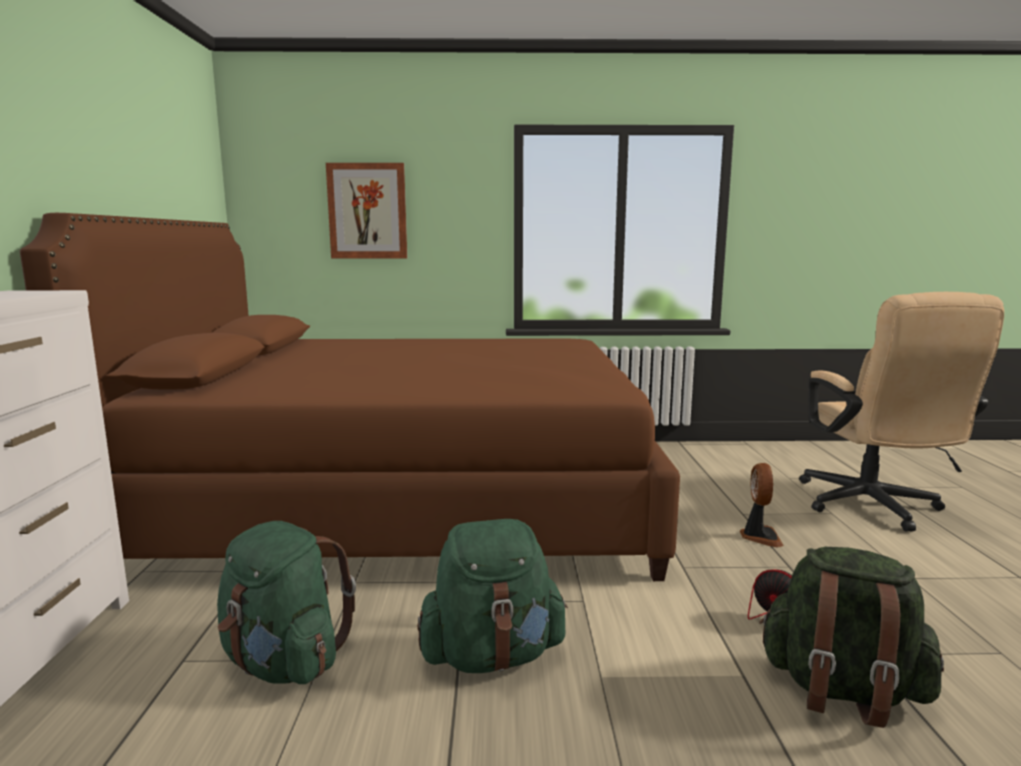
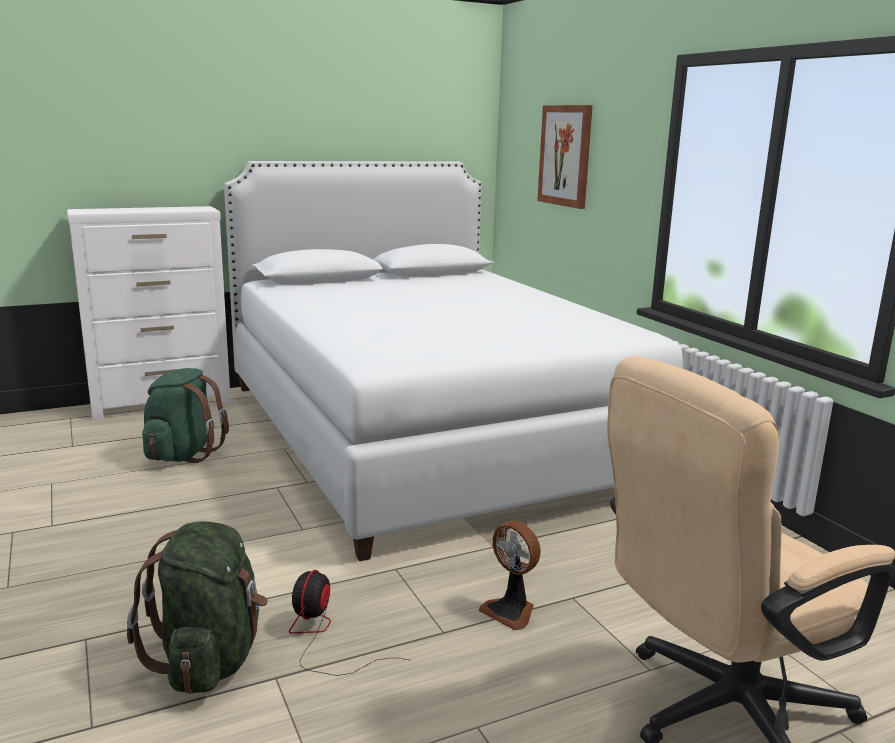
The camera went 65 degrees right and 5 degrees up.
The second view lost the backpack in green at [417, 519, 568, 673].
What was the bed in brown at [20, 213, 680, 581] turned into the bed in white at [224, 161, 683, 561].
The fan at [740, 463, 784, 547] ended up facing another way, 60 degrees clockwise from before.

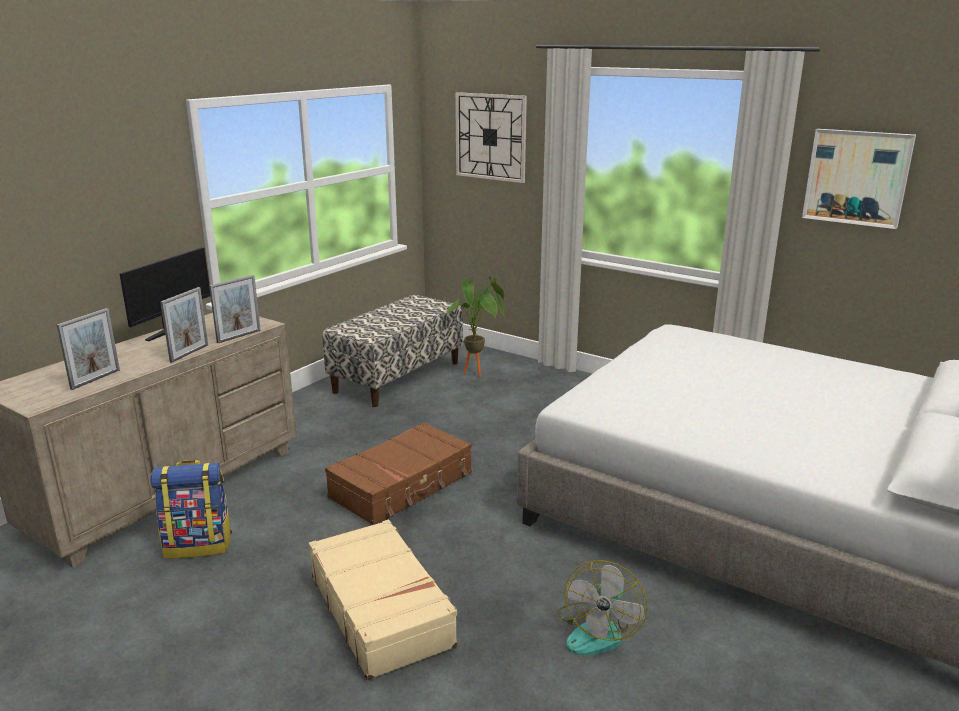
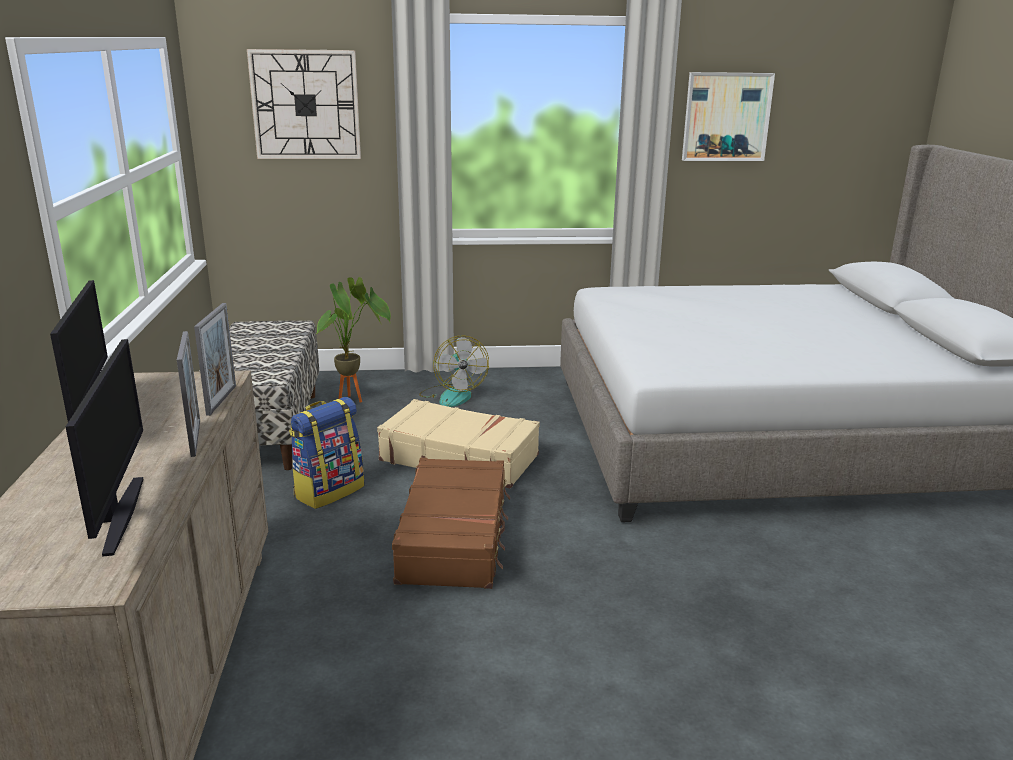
The camera went 40 degrees left and 0 degrees up.
The backpack ended up elsewhere, having gone from [150, 460, 232, 558] to [289, 397, 364, 509].
The suitcase in beige ended up elsewhere, having gone from [309, 520, 457, 681] to [377, 399, 540, 488].
The fan ended up elsewhere, having gone from [558, 560, 648, 655] to [419, 335, 489, 407].
Where the picture frame stood at [57, 308, 120, 390], the monitor came to stand at [66, 339, 144, 557].

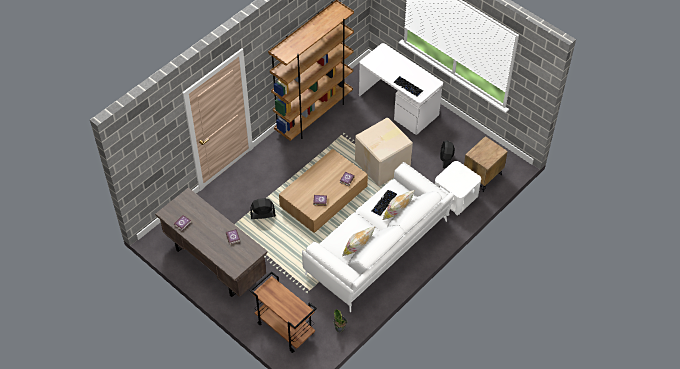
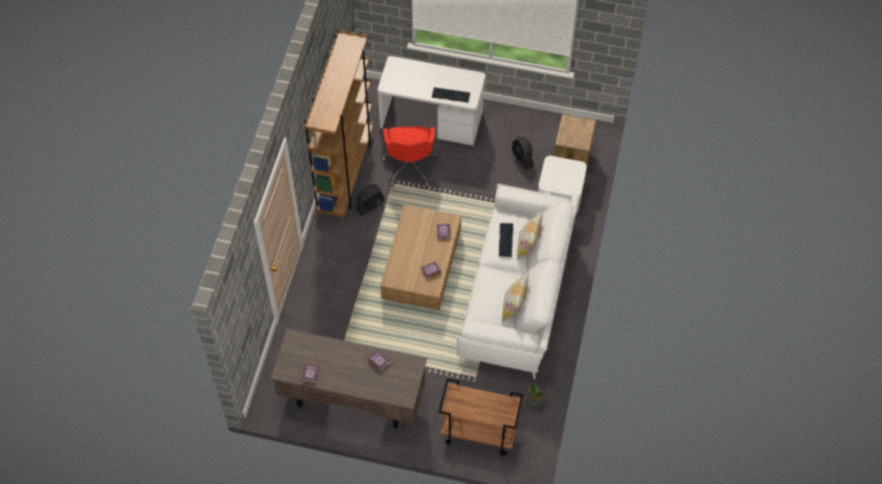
The camera went 30 degrees left and 5 degrees up.
The second view lost the cardboard box at [355, 118, 413, 186].
The second view gained the office chair in red at [382, 126, 438, 186].
The fan in black ended up elsewhere, having gone from [250, 198, 276, 219] to [356, 184, 385, 216].

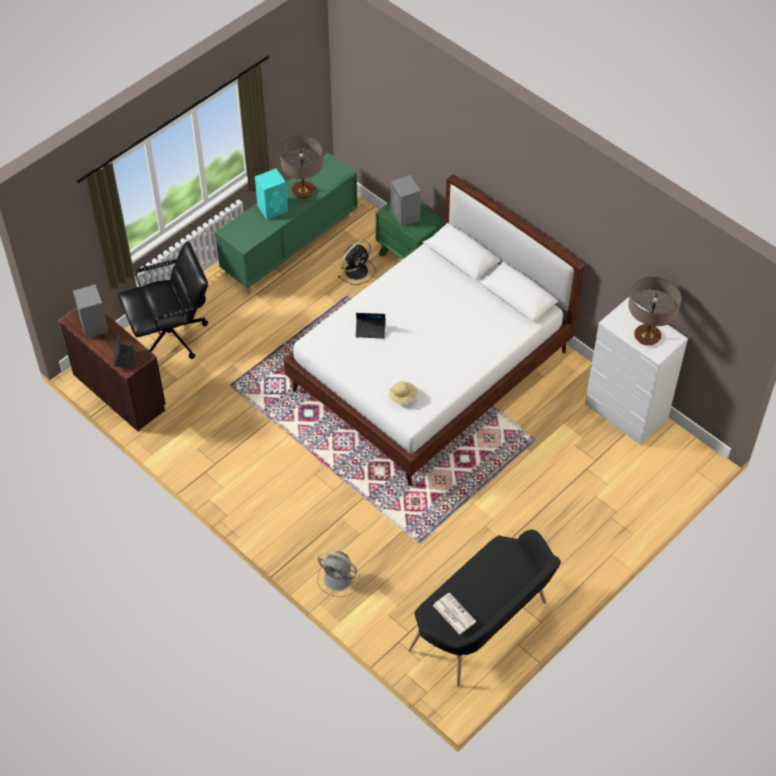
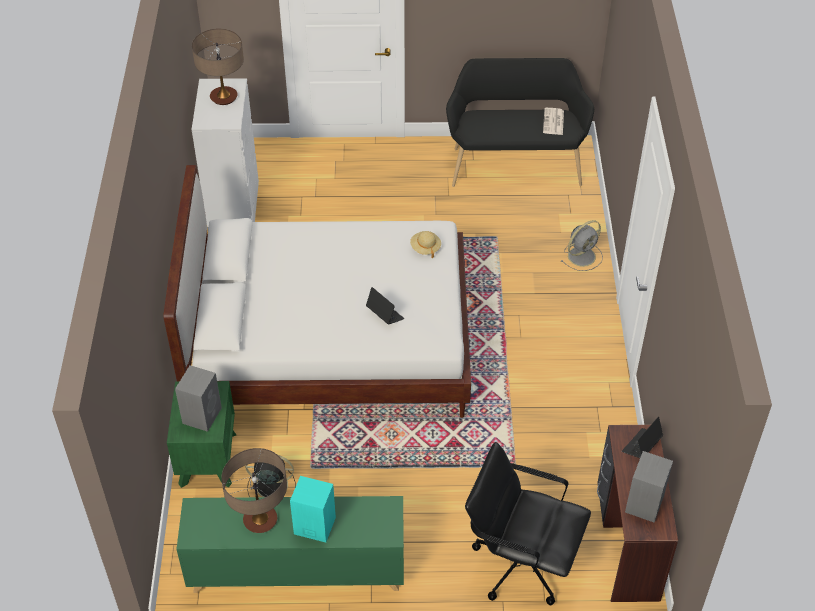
The camera went 135 degrees left and 5 degrees down.
The fan in grey at [317, 551, 360, 597] ended up facing another way, 75 degrees clockwise from before.

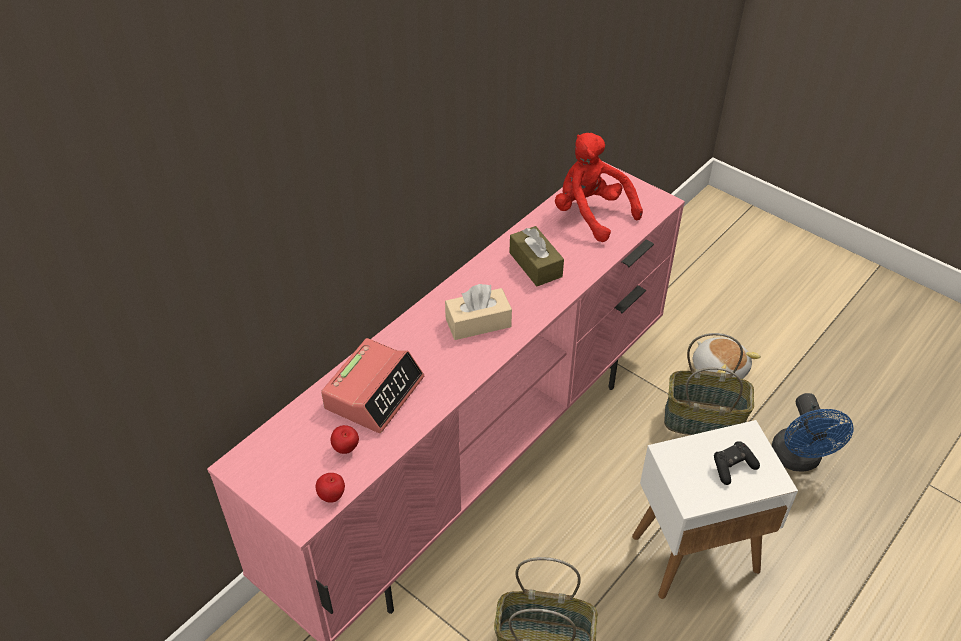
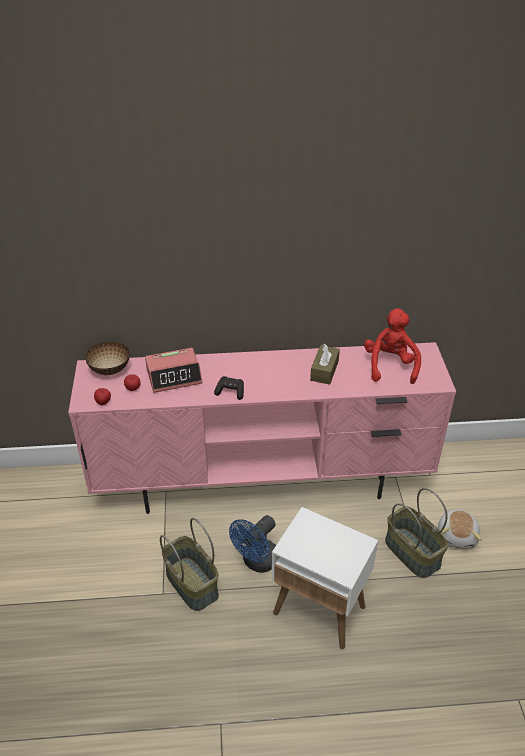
The camera went 45 degrees right and 5 degrees down.
The second view lost the tissue box in beige at [445, 284, 512, 340].
The second view gained the bowl at [85, 342, 130, 375].
The game controller in black ended up elsewhere, having gone from [714, 441, 760, 485] to [214, 376, 244, 400].
The fan in blue ended up elsewhere, having gone from [772, 393, 854, 472] to [229, 515, 276, 573].

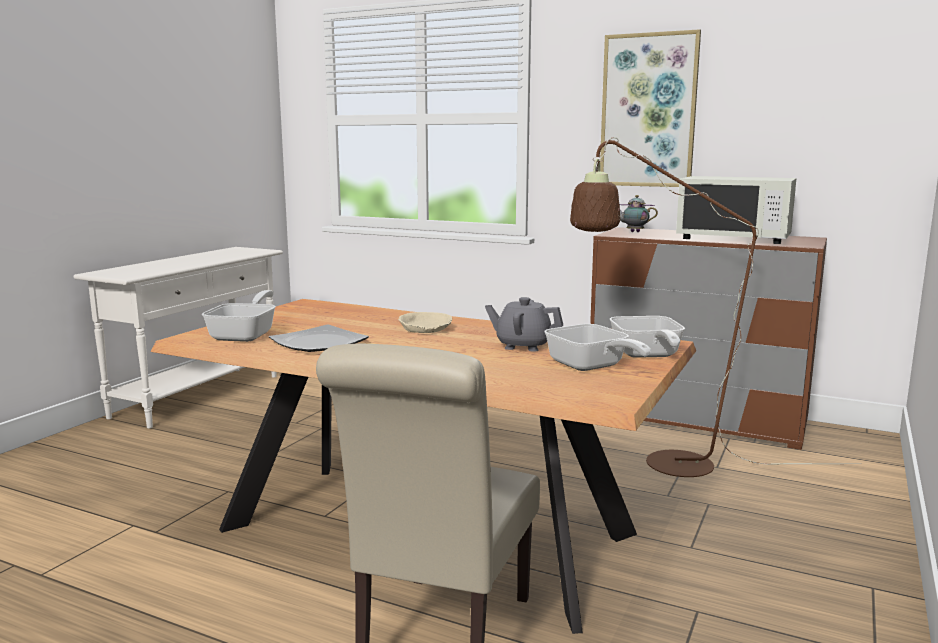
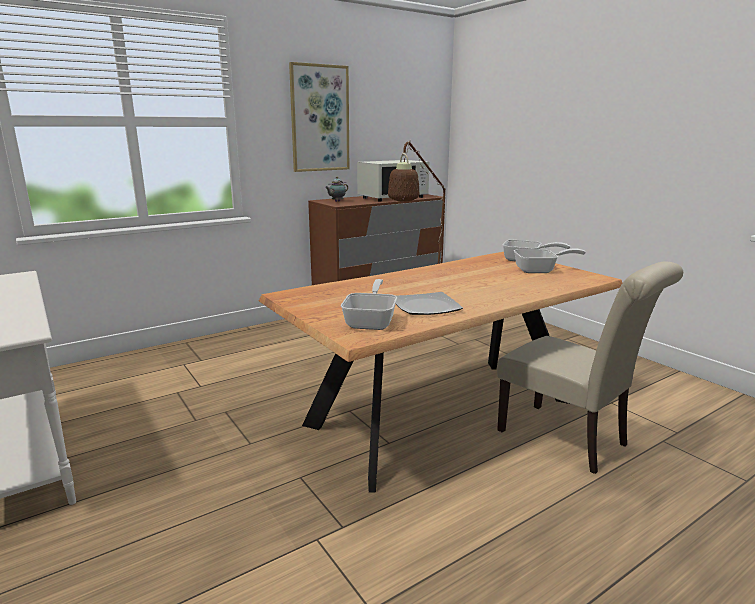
The camera went 60 degrees left and 5 degrees up.
The second view lost the bowl in beige at [398, 312, 452, 333].
The second view lost the teapot in grey at [485, 297, 563, 352].
The frying pan at [202, 290, 276, 342] ended up facing another way, 60 degrees clockwise from before.

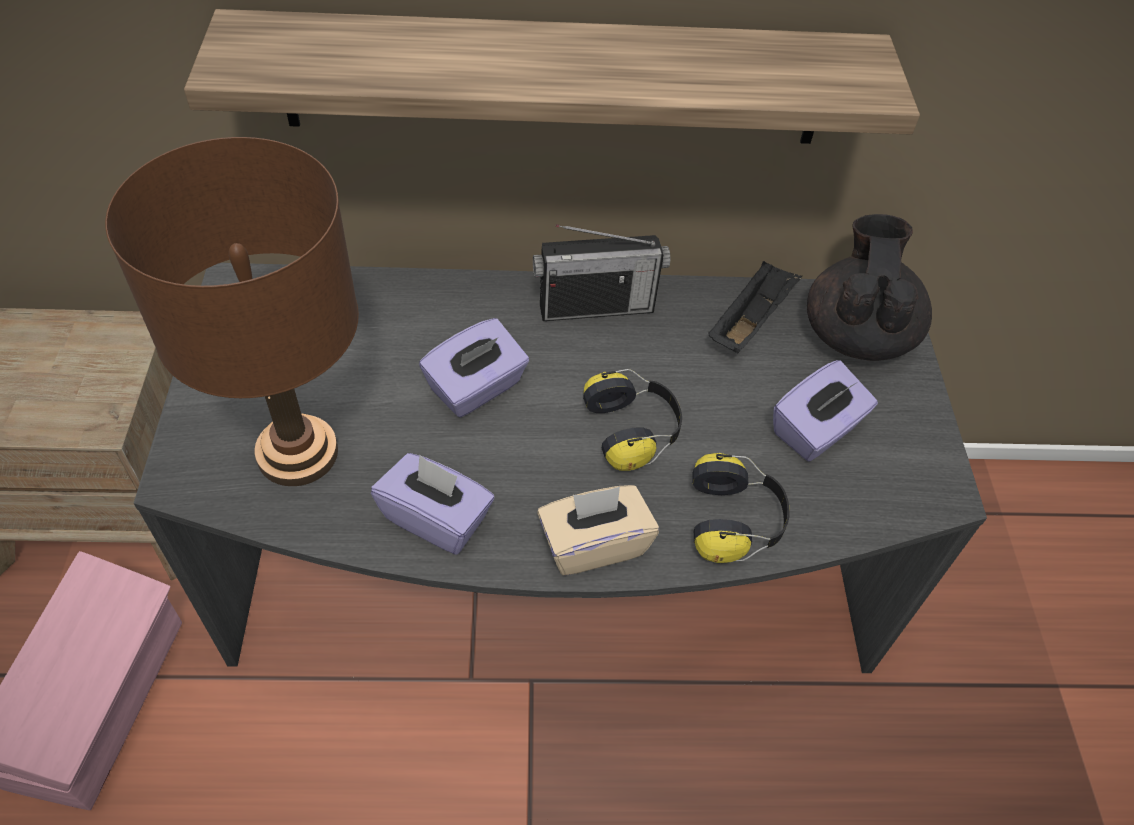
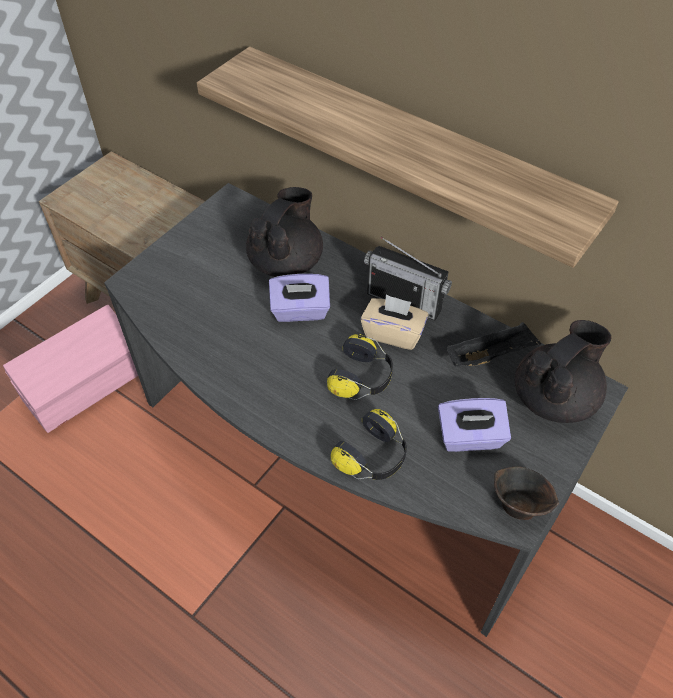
The camera went 40 degrees right and 0 degrees up.
The second view lost the table lamp in brown at [105, 137, 359, 486].
The second view lost the tissue box in purple at [371, 453, 494, 555].
The second view gained the teapot in black at [246, 187, 323, 277].
The second view gained the bowl in brown at [494, 466, 559, 520].
The tissue box in beige ended up elsewhere, having gone from [537, 485, 659, 576] to [360, 294, 428, 350].

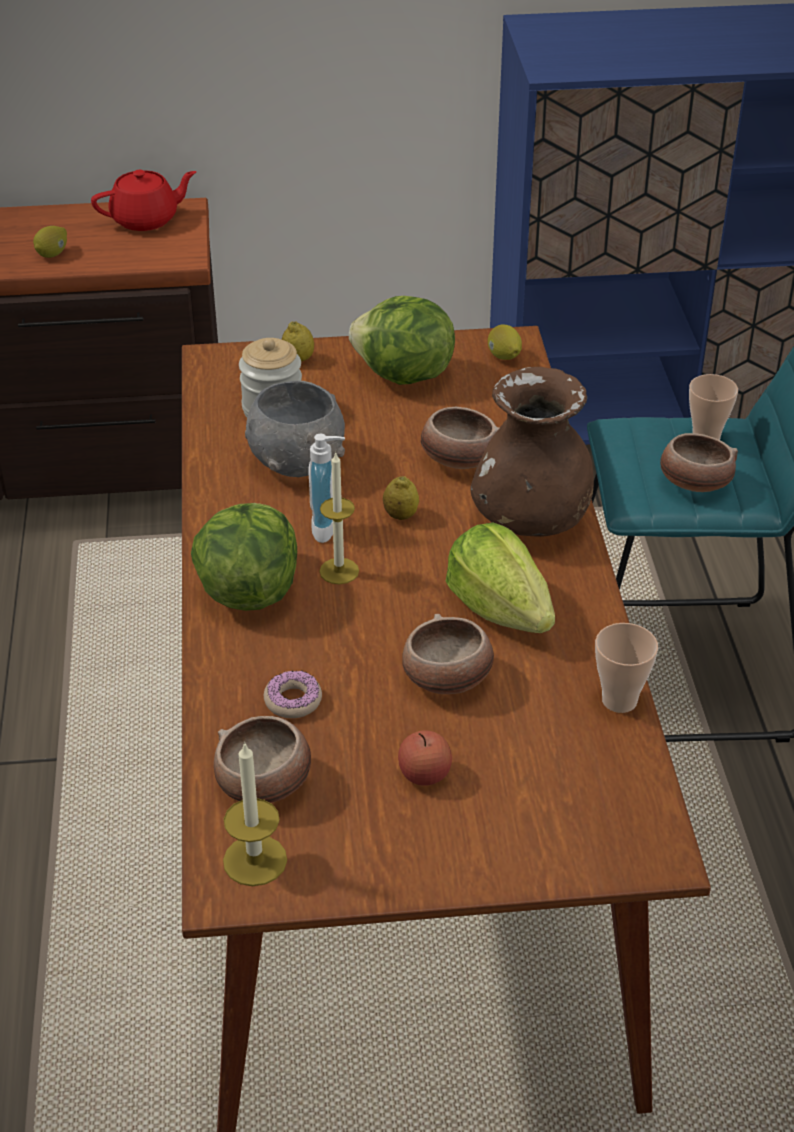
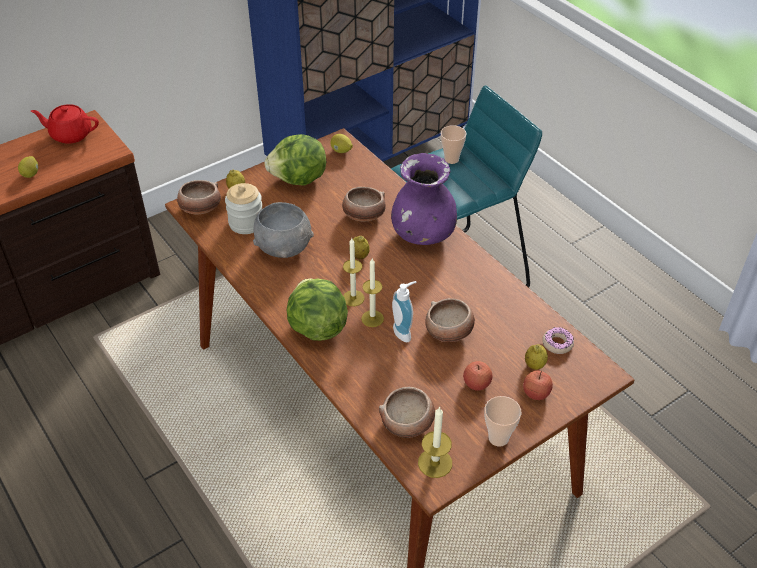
The camera went 30 degrees left and 5 degrees up.
The second view lost the lettuce at [446, 522, 555, 633].
The second view gained the candle at [361, 259, 384, 327].
The second view gained the apple at [523, 371, 553, 400].
The second view gained the lemon at [525, 344, 548, 370].
The donut ended up elsewhere, having gone from [264, 671, 322, 718] to [542, 327, 574, 354].
The soap dispenser ended up elsewhere, having gone from [308, 434, 345, 543] to [392, 281, 416, 342].
The cup ended up elsewhere, having gone from [595, 623, 658, 713] to [485, 396, 521, 447].
The bowl ended up elsewhere, having gone from [660, 433, 738, 492] to [177, 180, 221, 214].
What was the vase in brown at [470, 367, 594, 537] turned into the vase in purple at [391, 153, 457, 245].
The teapot in red at [91, 170, 197, 231] ended up facing another way, 120 degrees counterclockwise from before.

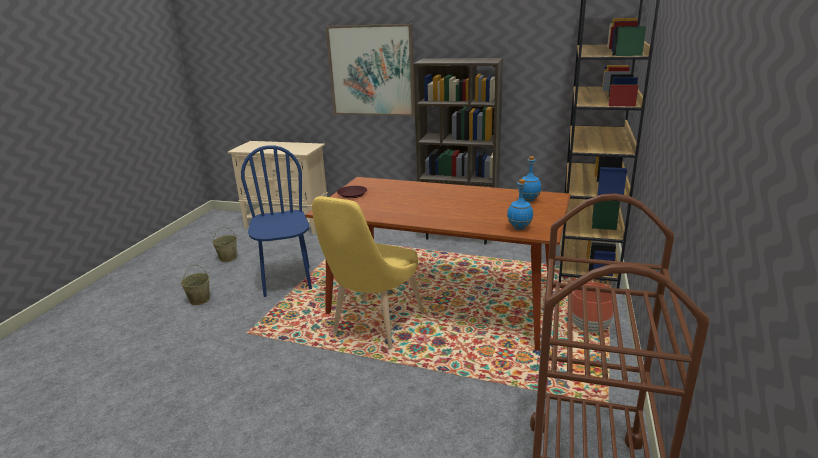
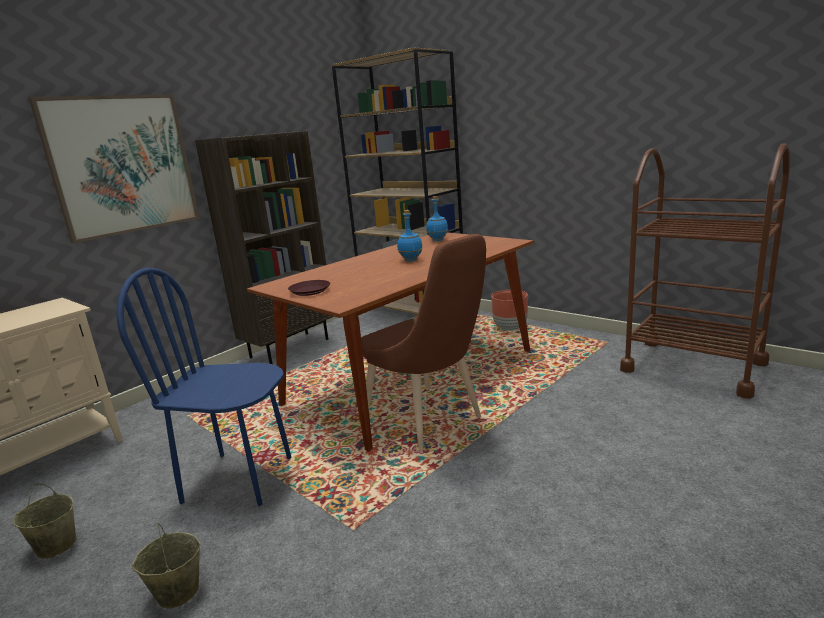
The camera went 65 degrees left and 5 degrees down.
The bottle in blue ended up elsewhere, having gone from [507, 179, 533, 230] to [397, 210, 423, 261].
What was the chair in yellow at [312, 196, 425, 349] turned into the chair in brown at [361, 234, 486, 450].

